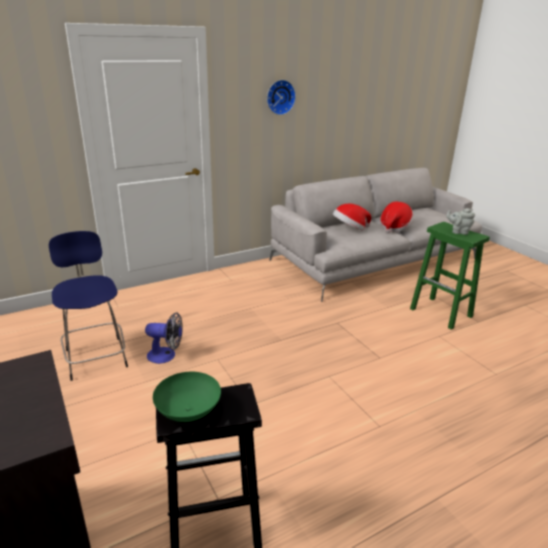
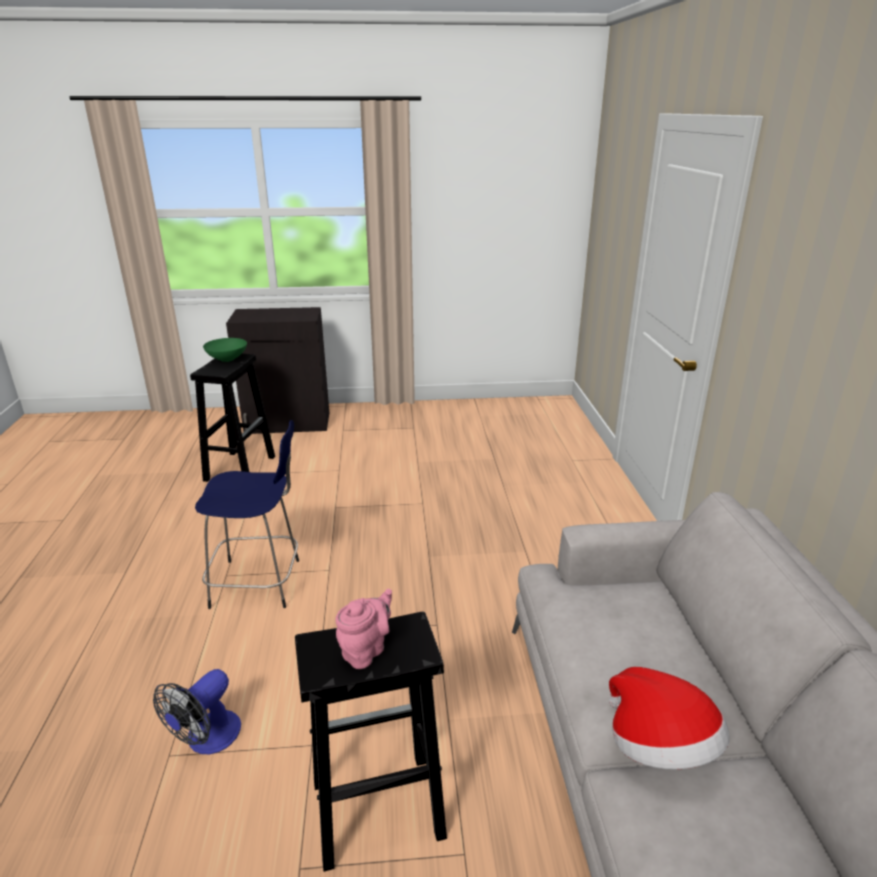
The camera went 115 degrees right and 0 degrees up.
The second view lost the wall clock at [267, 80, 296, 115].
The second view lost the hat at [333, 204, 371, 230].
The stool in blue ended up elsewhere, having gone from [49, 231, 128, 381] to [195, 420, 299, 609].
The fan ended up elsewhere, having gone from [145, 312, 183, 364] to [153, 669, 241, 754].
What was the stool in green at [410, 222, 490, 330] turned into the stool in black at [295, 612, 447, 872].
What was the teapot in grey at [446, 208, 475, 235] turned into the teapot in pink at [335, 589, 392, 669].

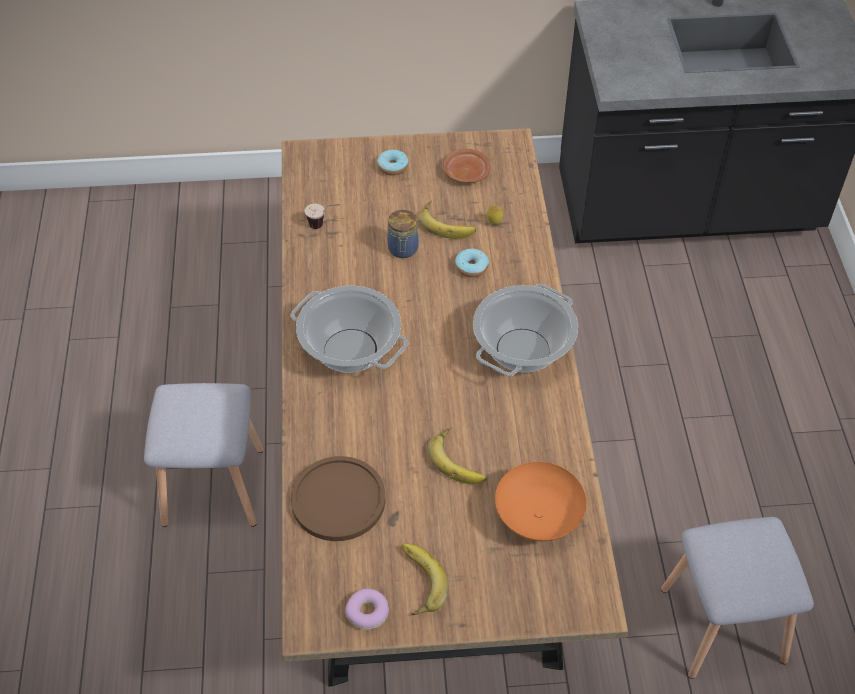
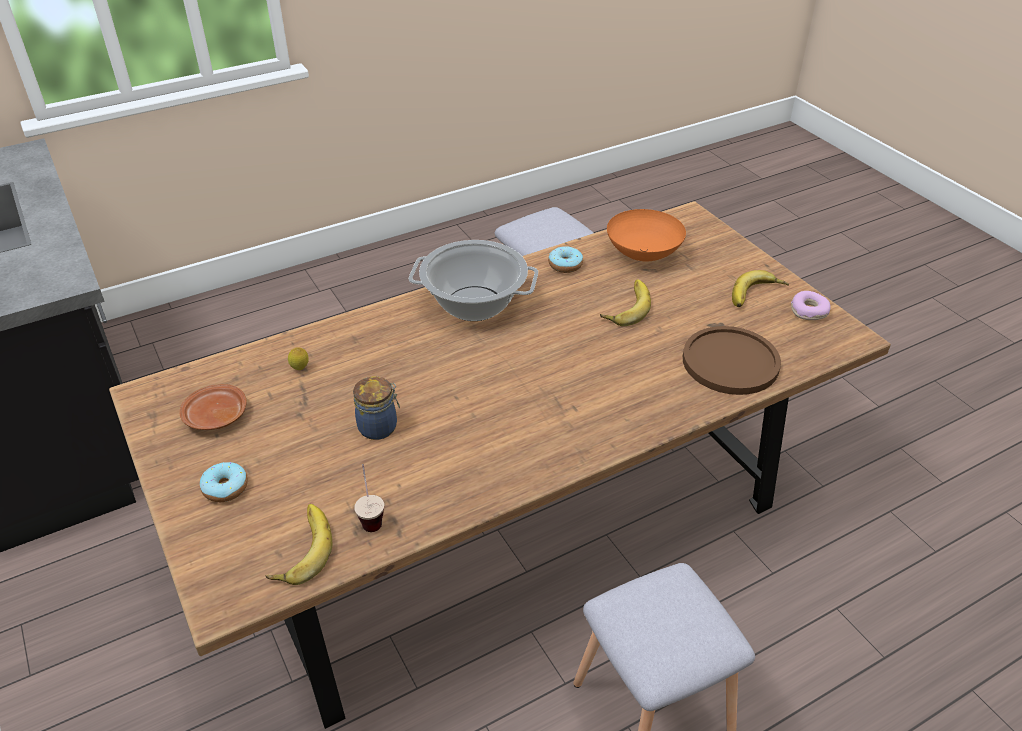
The camera went 115 degrees left and 10 degrees down.
The second view lost the cooking pot at [291, 286, 408, 373].
The banana ended up elsewhere, having gone from [418, 201, 476, 239] to [265, 504, 332, 585].
The donut ended up elsewhere, having gone from [455, 249, 489, 277] to [548, 246, 583, 273].

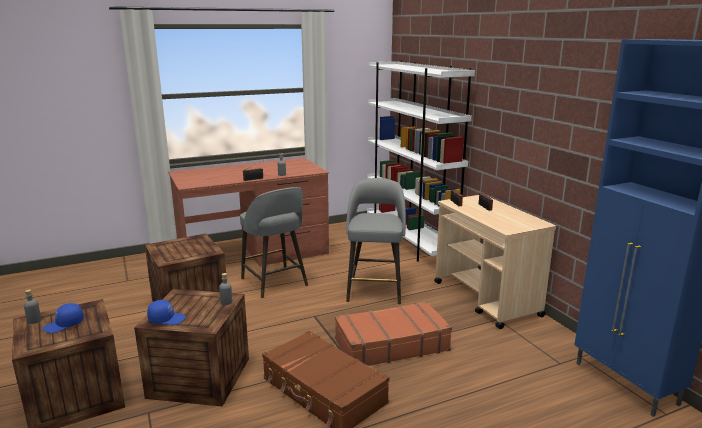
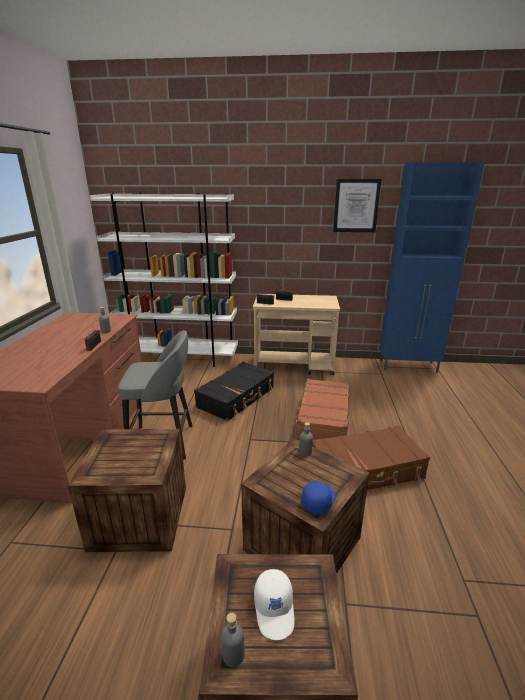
The camera went 60 degrees left and 5 degrees up.
The second view gained the picture at [333, 179, 381, 232].
Where the stool in grey stood at [346, 178, 406, 304], the suitcase in black came to stand at [194, 362, 274, 421].
What was the cap in blue at [42, 303, 84, 333] turned into the cap in white at [254, 569, 295, 640].

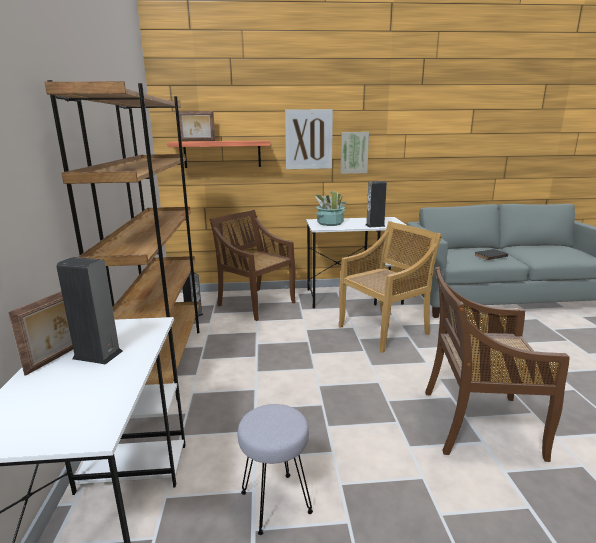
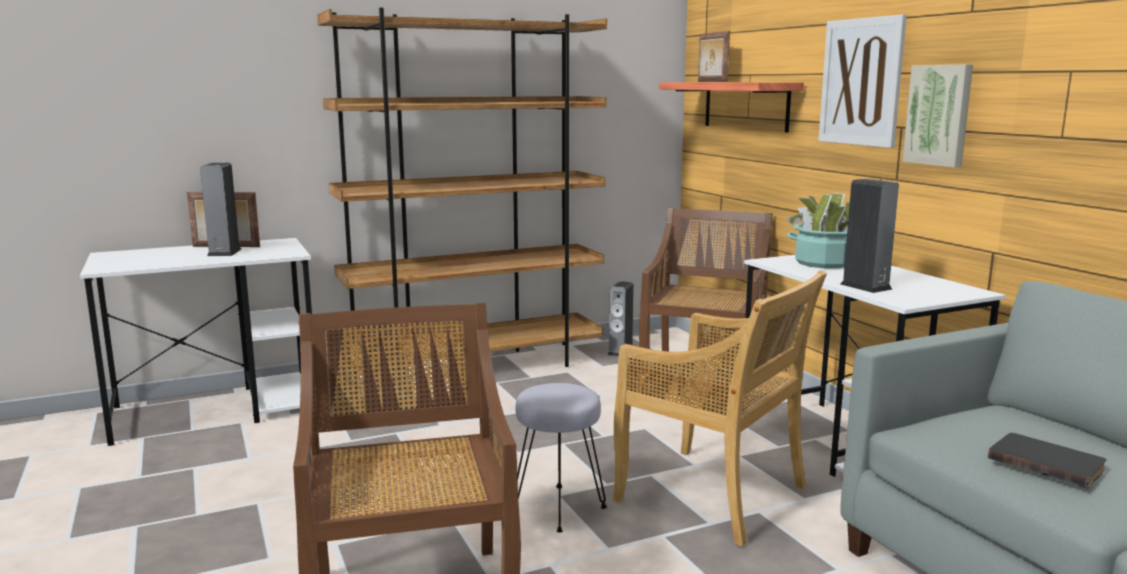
The camera went 70 degrees right and 5 degrees down.
The stool in grey ended up elsewhere, having gone from [238, 404, 313, 535] to [516, 383, 607, 532].

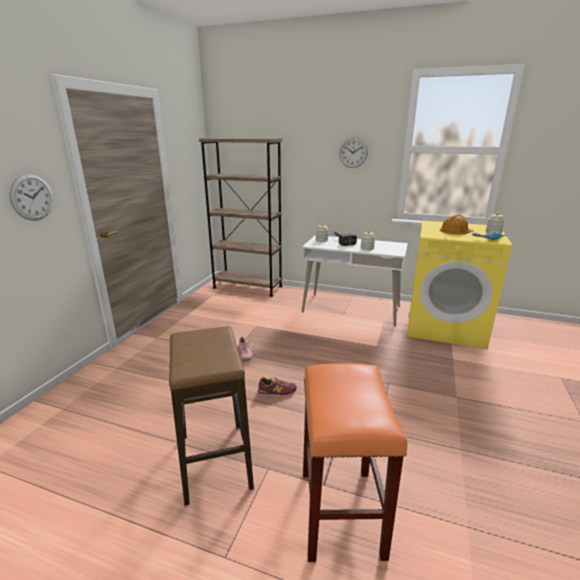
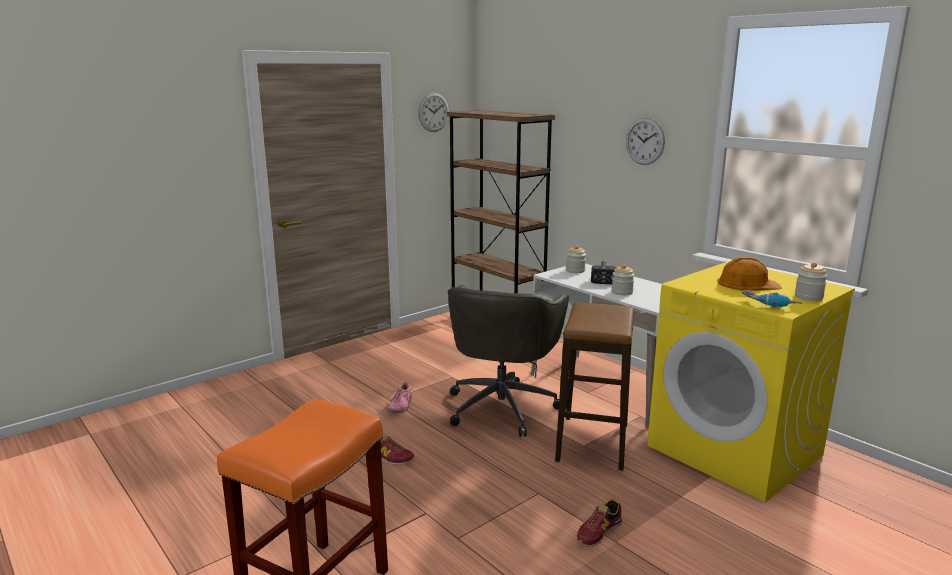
The camera went 30 degrees right and 5 degrees down.
The second view gained the office chair in grey at [448, 285, 569, 437].
The second view gained the shoe at [577, 498, 622, 547].
The wall clock ended up elsewhere, having gone from [9, 174, 53, 221] to [418, 93, 449, 132].
The stool ended up elsewhere, having gone from [169, 326, 254, 506] to [555, 302, 634, 471].

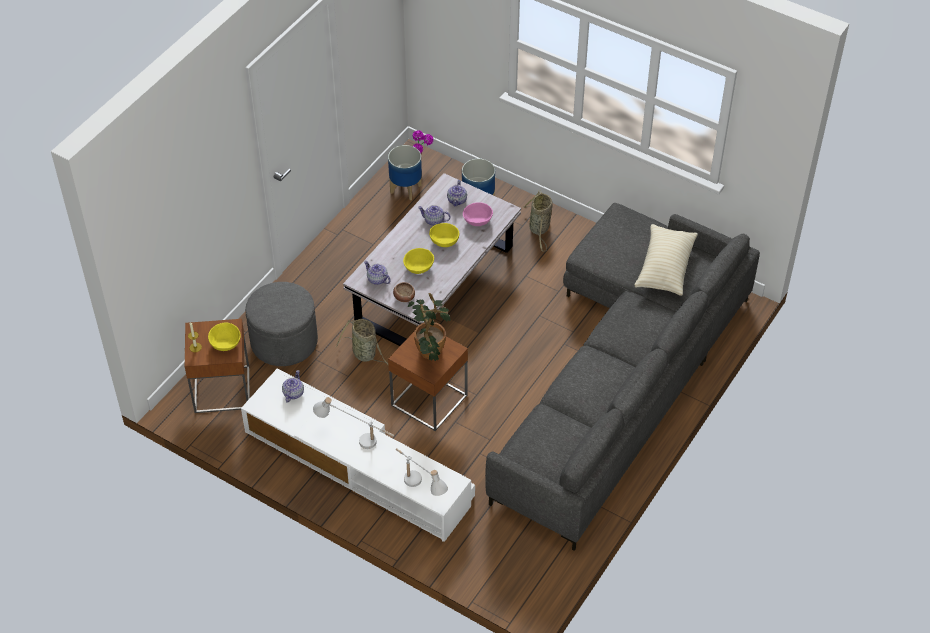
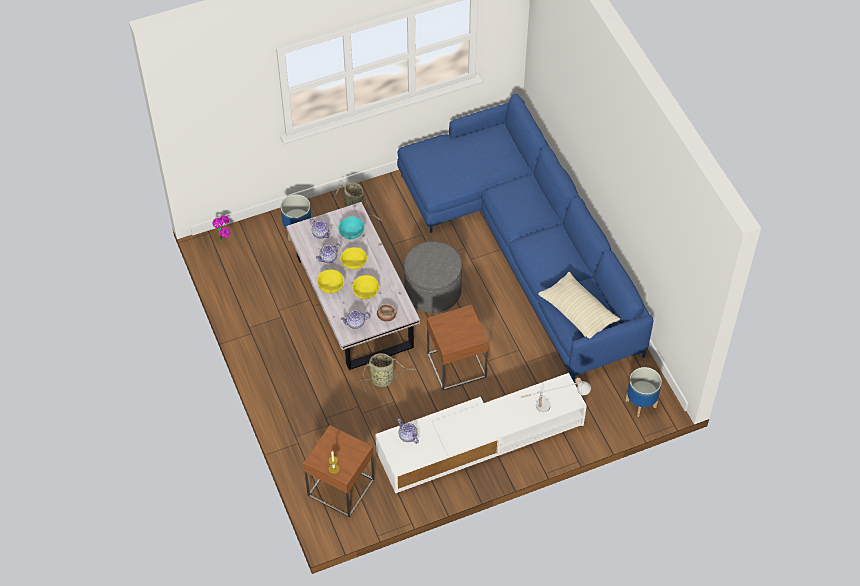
The camera went 55 degrees left and 5 degrees up.
The second view lost the table lamp in white at [313, 397, 394, 449].
The second view lost the potted plant at [408, 293, 450, 361].
The bowl in yellow ended up elsewhere, having gone from [208, 322, 241, 351] to [317, 270, 344, 294].
The ottoman in grey ended up elsewhere, having gone from [245, 282, 318, 366] to [404, 241, 462, 313].
The planter ended up elsewhere, having gone from [388, 145, 422, 200] to [626, 367, 662, 417].
The pillow in beige ended up elsewhere, having gone from [635, 224, 698, 296] to [538, 272, 620, 339].
What was the bowl in pink at [463, 202, 493, 226] turned into the bowl in turquoise at [338, 217, 365, 239].
What was the sofa in grey at [485, 203, 760, 551] turned into the sofa in blue at [397, 94, 654, 382].

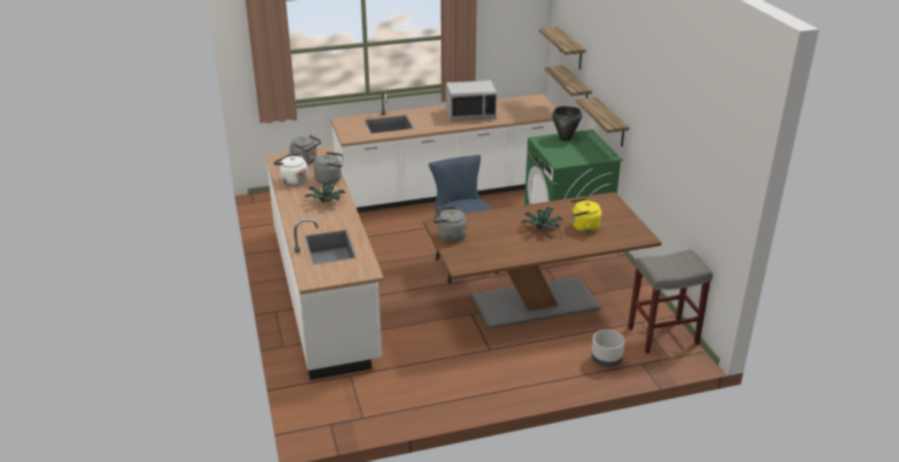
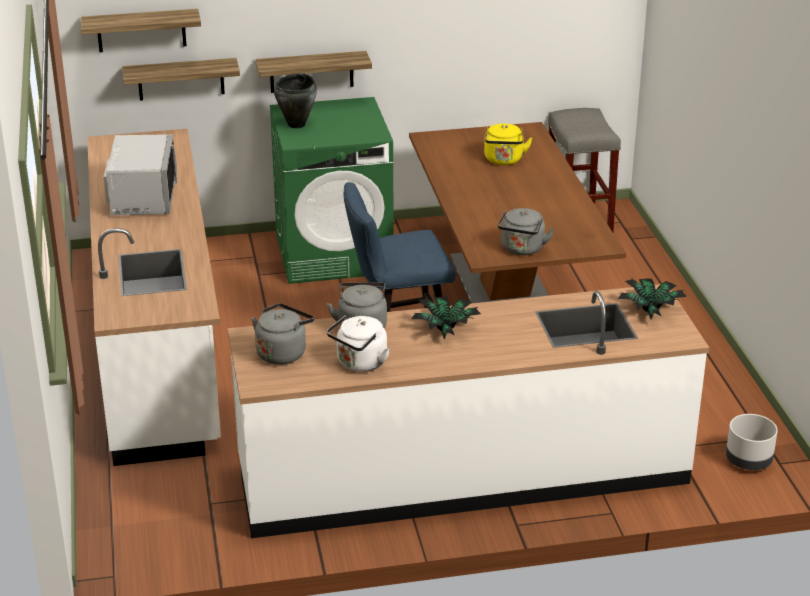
The camera went 85 degrees left and 0 degrees up.
The potted plant ended up elsewhere, having gone from [522, 207, 563, 230] to [617, 279, 687, 319].
The planter in grey ended up elsewhere, having gone from [591, 329, 625, 367] to [726, 414, 778, 470].

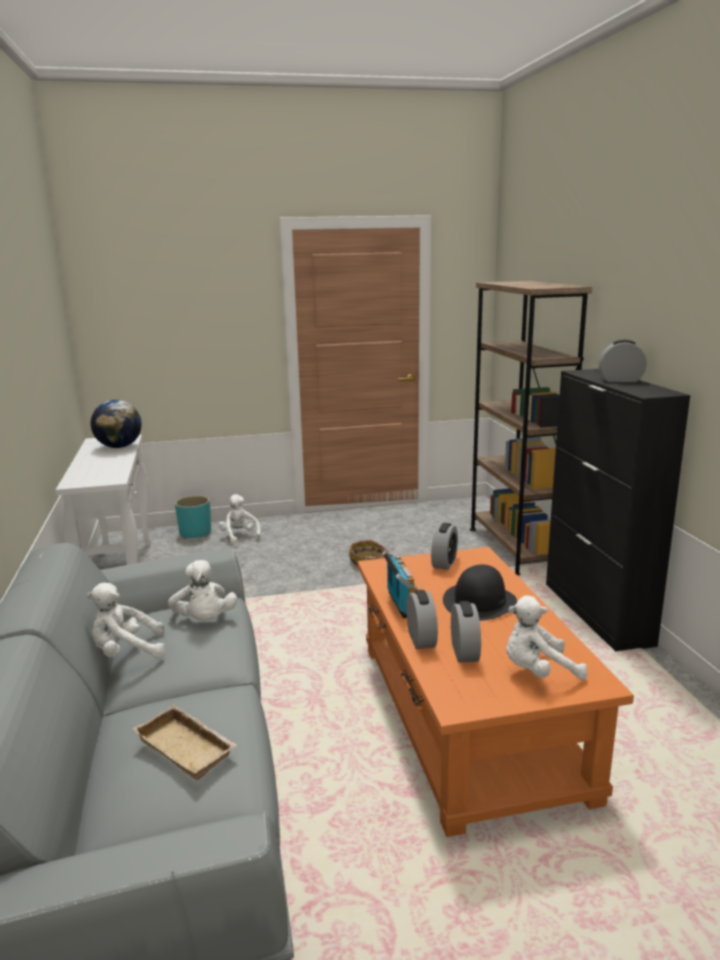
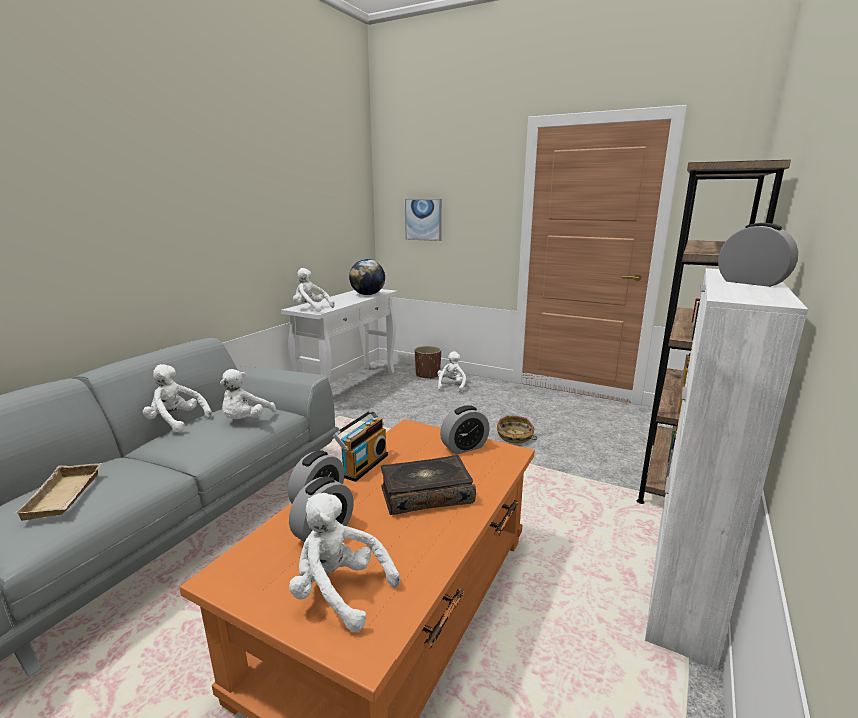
The camera went 40 degrees right and 0 degrees up.
The second view gained the plush toy in white at [293, 268, 335, 312].
The second view gained the picture at [405, 199, 442, 241].
Where the hat in black stood at [443, 565, 517, 621], the book came to stand at [381, 455, 476, 515].
What was the planter in turquoise at [175, 495, 211, 539] turned into the planter in brown at [415, 346, 441, 379].
What was the cabinet in black at [546, 369, 690, 651] turned into the cabinet in white at [645, 268, 808, 670].

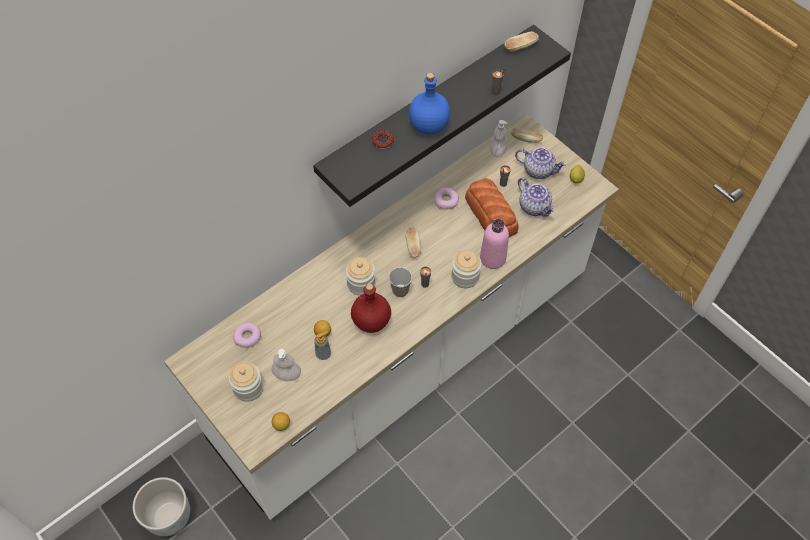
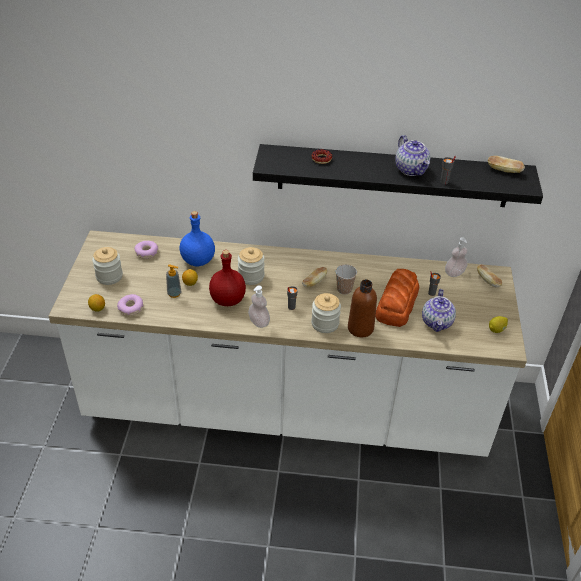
The camera went 45 degrees right and 15 degrees down.
The second view lost the planter in grey at [133, 477, 190, 536].
The soap dispenser ended up elsewhere, having gone from [272, 349, 301, 381] to [248, 286, 270, 328].
The cup ended up elsewhere, having gone from [389, 267, 412, 297] to [336, 264, 357, 295].
The bottle in blue ended up elsewhere, having gone from [409, 73, 450, 134] to [180, 211, 215, 266].
The donut ended up elsewhere, having gone from [434, 187, 459, 210] to [117, 294, 143, 316].
The teapot ended up elsewhere, having gone from [515, 147, 567, 179] to [395, 135, 430, 176].
What was the bottle in pink at [480, 219, 509, 269] turned into the bottle in brown at [348, 279, 377, 337].

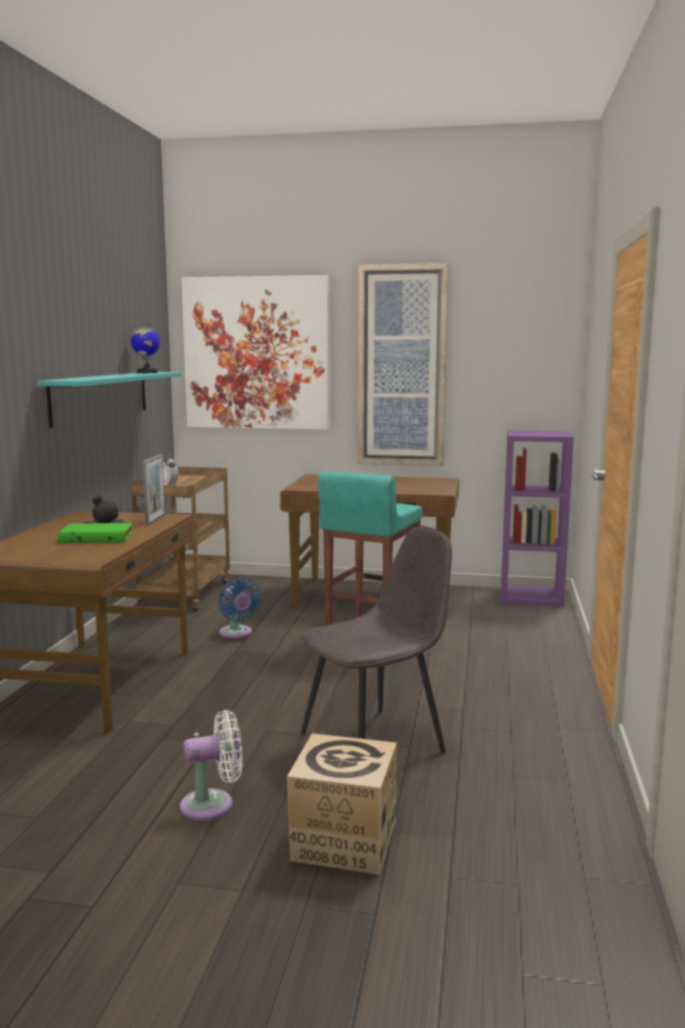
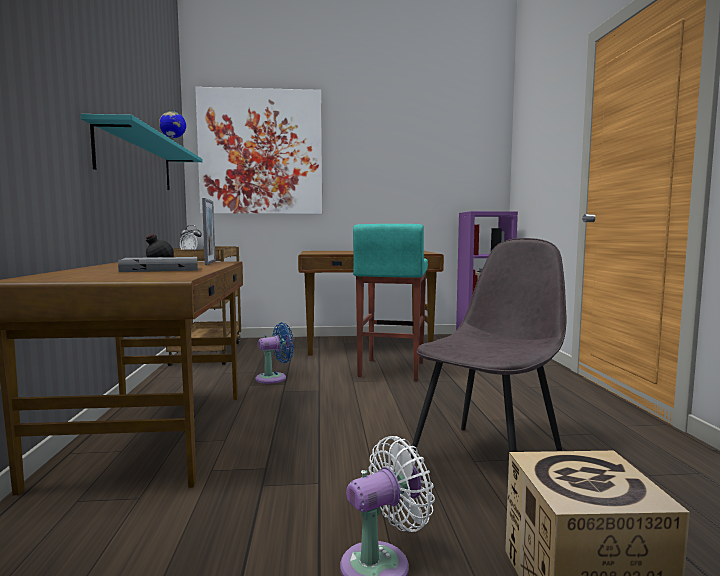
The camera went 15 degrees left and 5 degrees down.
The second view lost the picture at [358, 263, 448, 466].
What was the book in green at [58, 523, 133, 543] turned into the book in grey at [118, 257, 198, 272].
The fan in blue at [218, 577, 261, 638] ended up facing another way, 75 degrees counterclockwise from before.

